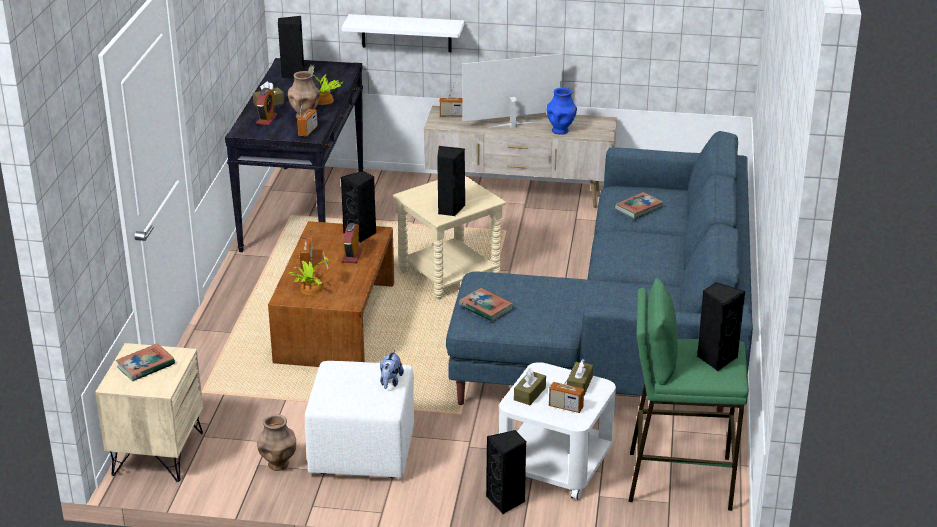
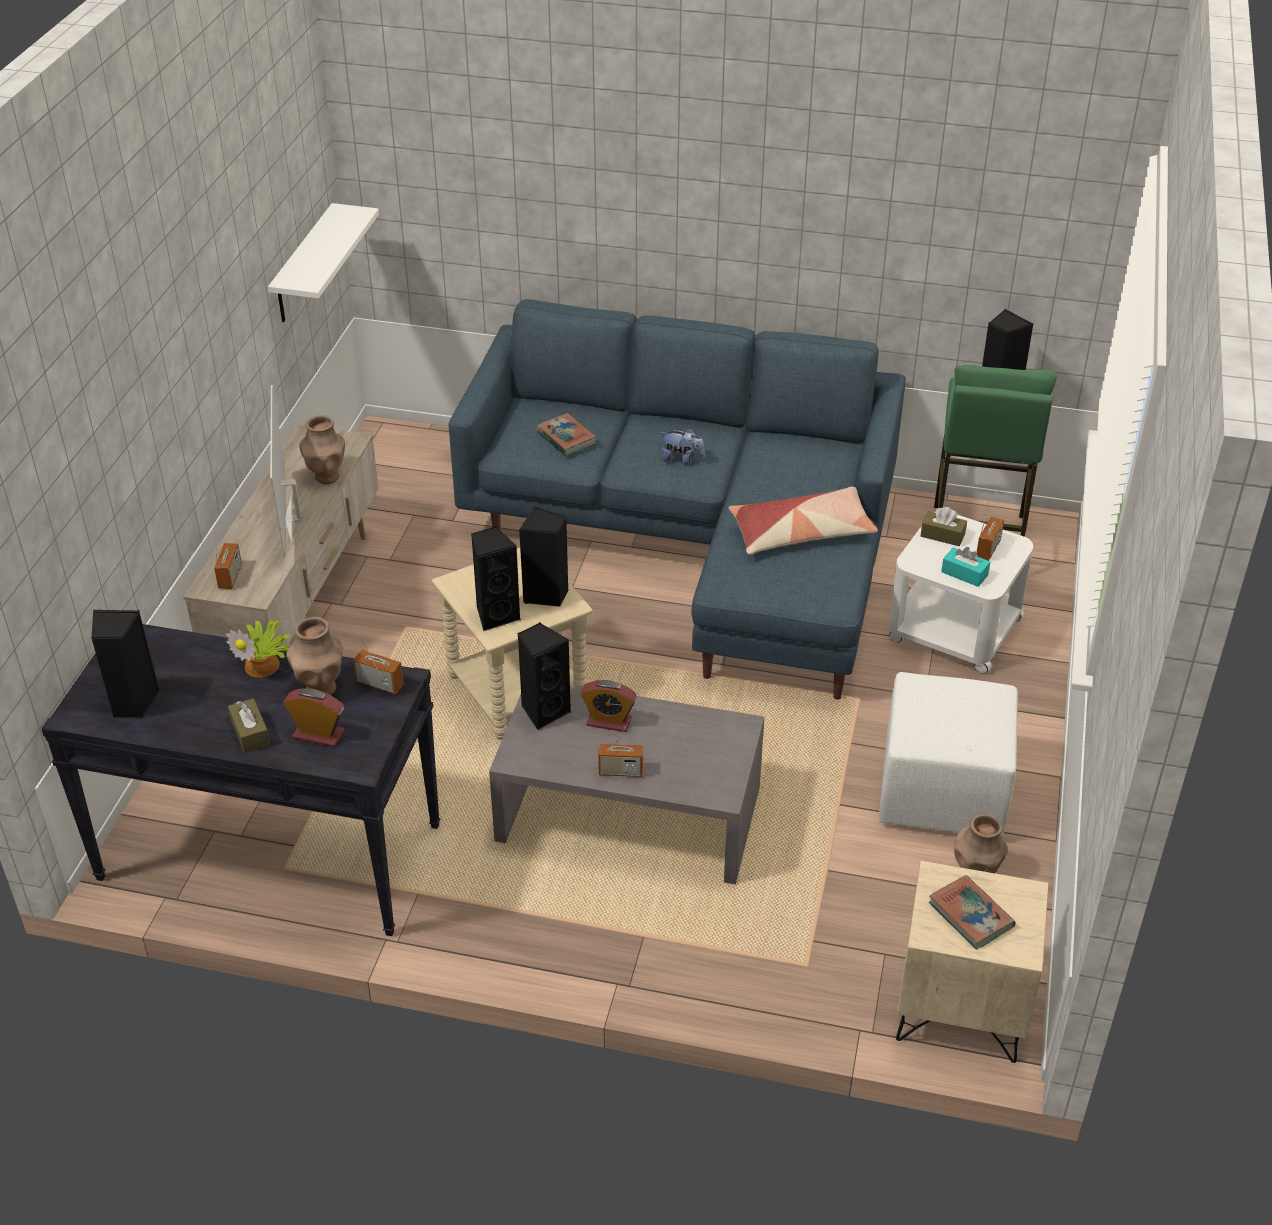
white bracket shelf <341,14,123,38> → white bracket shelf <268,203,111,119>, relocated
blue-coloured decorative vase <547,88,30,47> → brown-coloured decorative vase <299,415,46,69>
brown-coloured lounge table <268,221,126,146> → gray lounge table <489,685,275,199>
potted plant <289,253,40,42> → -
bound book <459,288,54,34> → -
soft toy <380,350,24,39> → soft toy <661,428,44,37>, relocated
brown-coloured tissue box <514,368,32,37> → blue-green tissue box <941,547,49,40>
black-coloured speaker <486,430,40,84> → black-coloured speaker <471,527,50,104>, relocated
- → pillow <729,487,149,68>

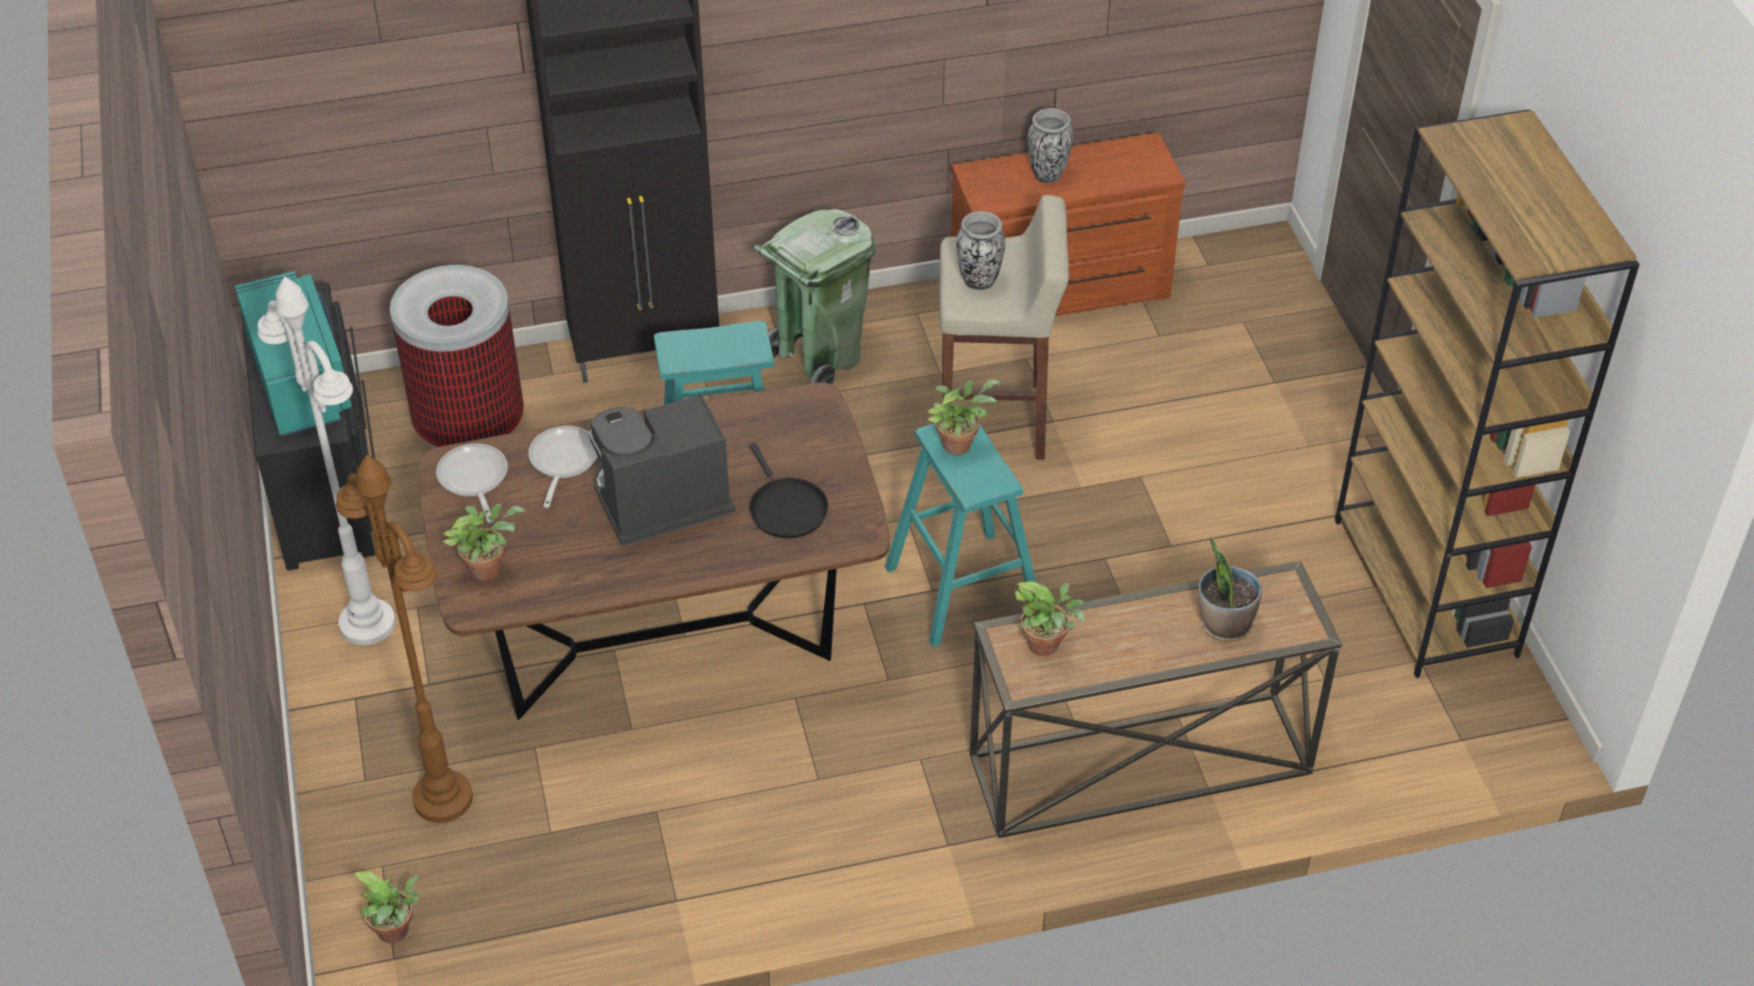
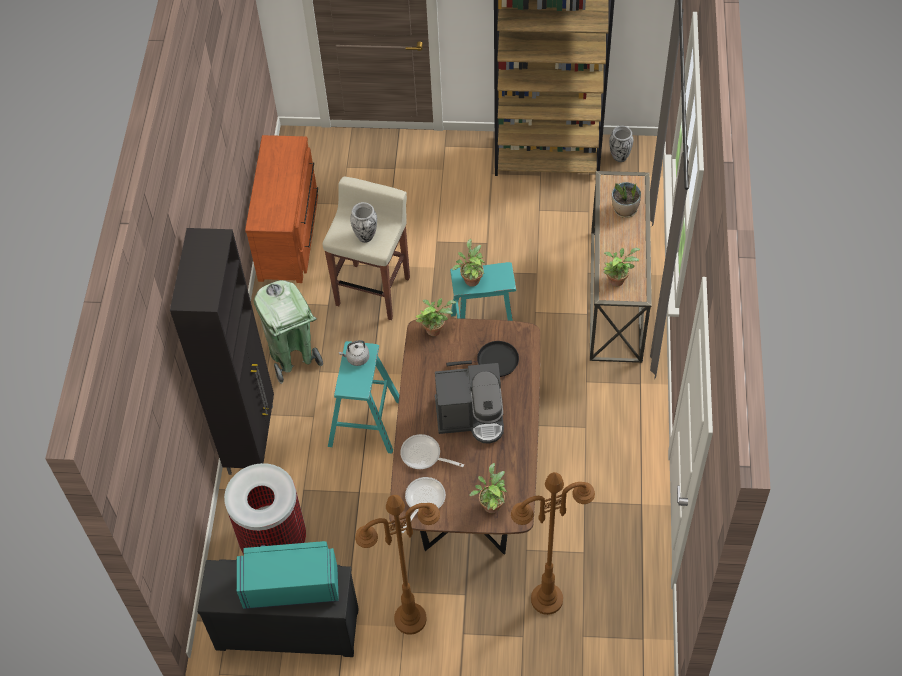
decorative vase <1028,108,45,75> → decorative vase <609,126,25,36>, relocated
white standard lamp <258,277,138,368> → brown-coloured standard lamp <355,495,85,140>
coffee maker <588,393,147,153> → coffee maker <435,363,69,81>, 90 degrees counterclockwise
skillet <436,443,72,81> → skillet <401,477,45,56>, 120 degrees clockwise
potted plant <354,871,66,72> → potted plant <416,298,41,38>, relocated
- → gray kettle <339,340,30,26>

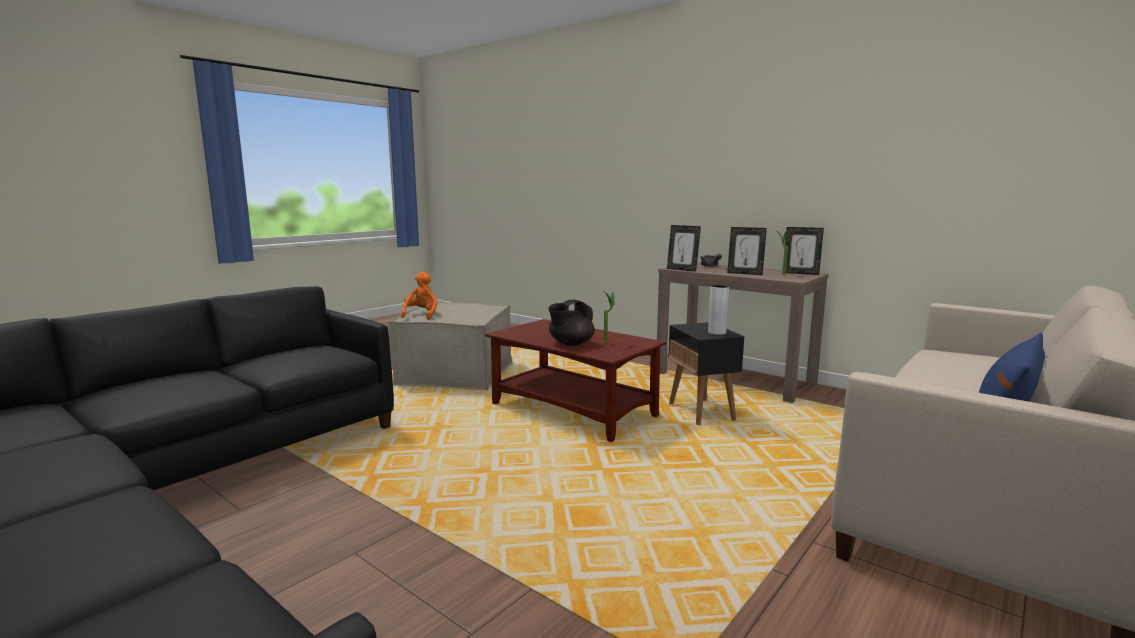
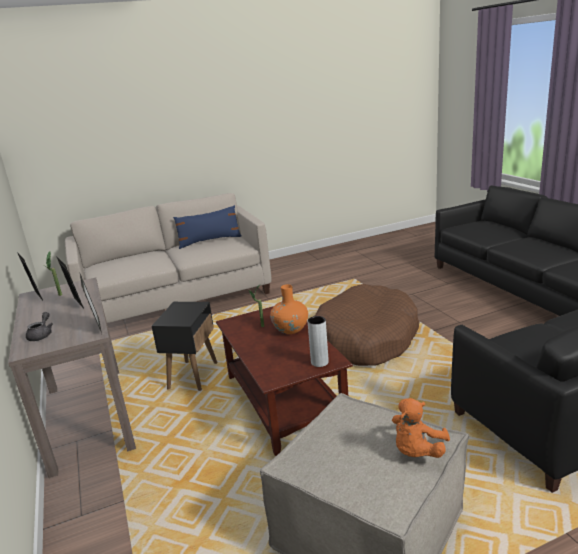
gray decorative vase <708,285,21,50> → gray decorative vase <307,316,22,51>, relocated
black-coloured teapot <548,299,47,47> → orange-coloured decorative vase <270,284,38,50>
- → brown-coloured dog cushion <315,284,104,82>

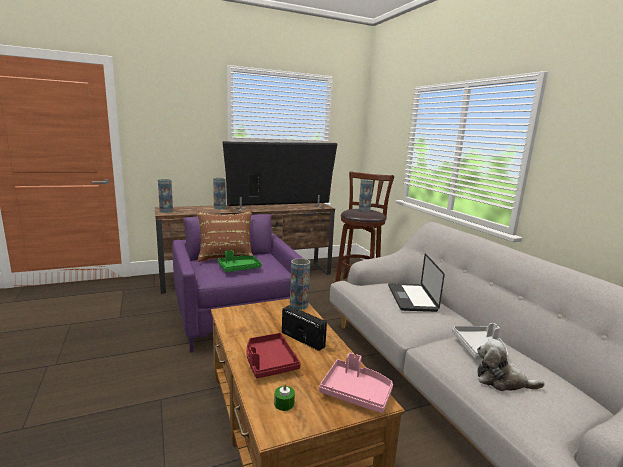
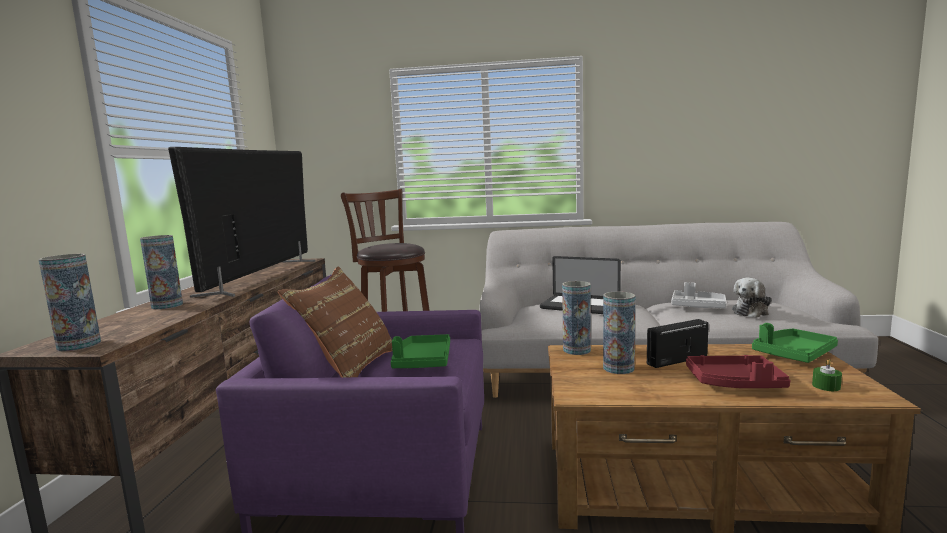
decorative vase <359,179,14,32> → decorative vase <603,291,32,83>, relocated
pinkish serving tray <319,353,74,60> → greenish serving tray <752,323,86,40>

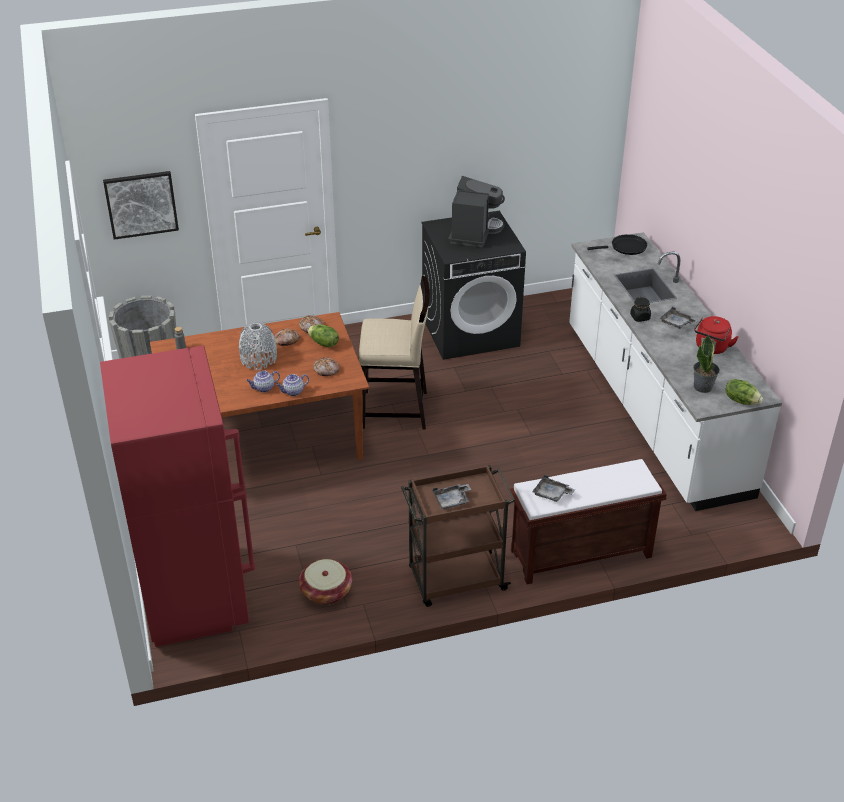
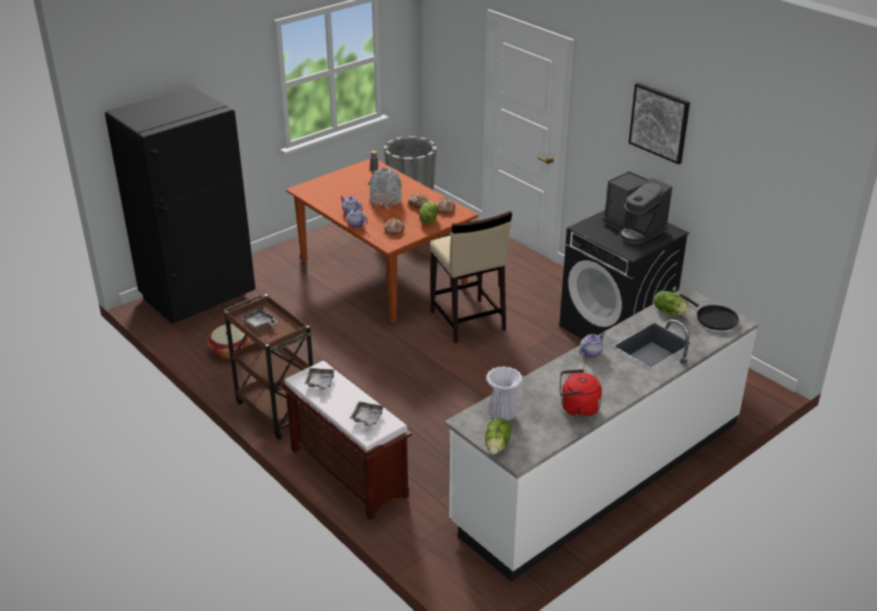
wall picture <103,171,76,69> → wall picture <629,83,61,82>, relocated
coffee maker <448,176,57,71> → coffee maker <602,171,70,73>, 60 degrees clockwise
black-coloured jar <630,297,21,25> → teapot <579,332,26,26>
gray serving tray <659,307,39,22> → gray serving tray <350,401,34,27>, relocated
potted plant <693,335,27,58> → white decorative vase <486,366,37,55>
red-coloured fridge <100,346,155,301> → black-coloured fridge <105,87,150,236>
- → lettuce head <654,290,35,25>

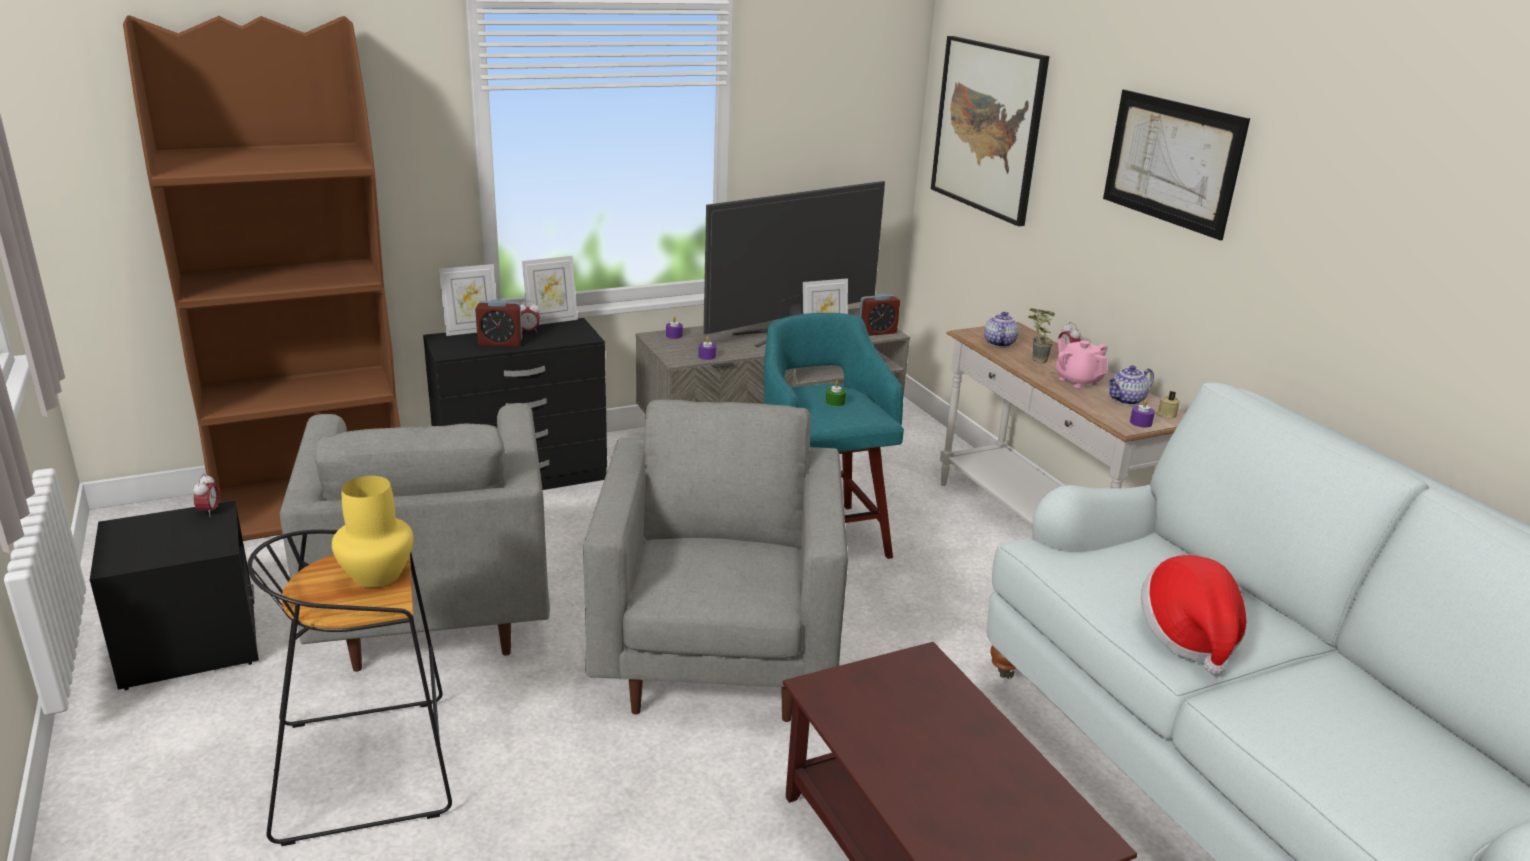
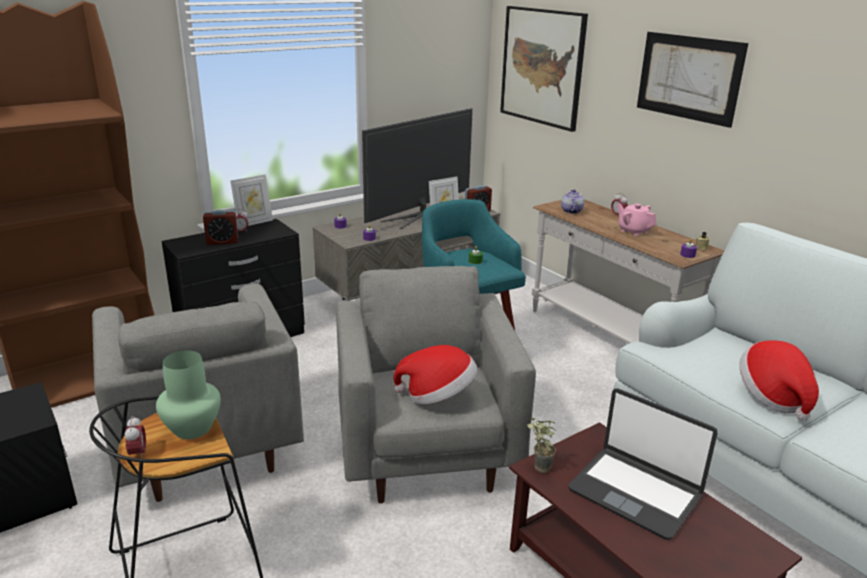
picture frame <439,264,58,72> → -
potted plant <1028,308,27,55> → potted plant <526,418,30,55>, relocated
teapot <1107,365,47,40> → -
alarm clock <193,473,26,44> → alarm clock <125,416,21,42>, relocated
yellow-coloured decorative vase <332,476,81,112> → greenish decorative vase <156,350,65,89>
- → wearable hat <393,345,84,59>
- → portable computer <568,388,149,152>

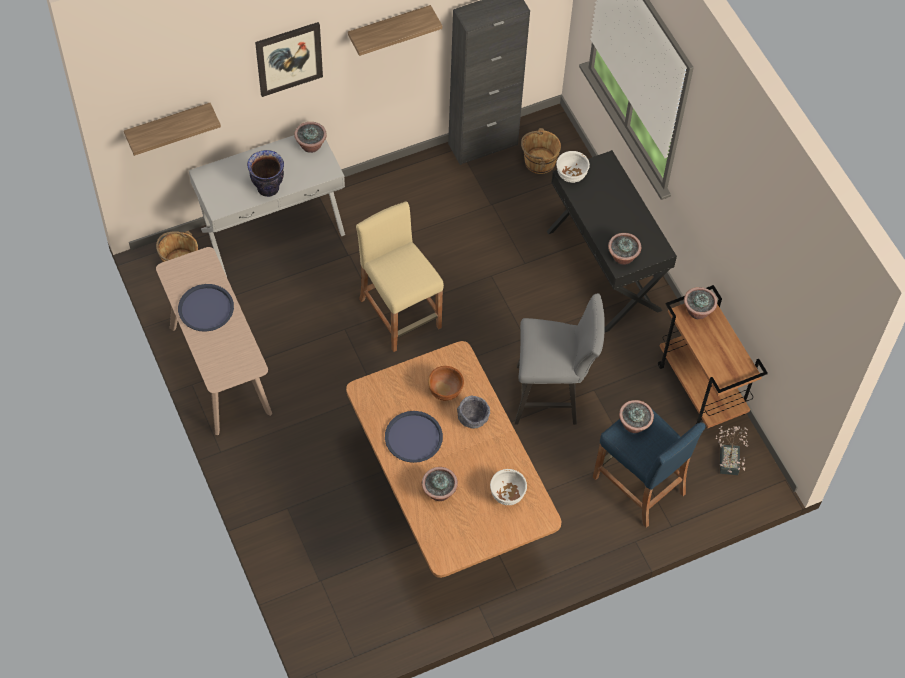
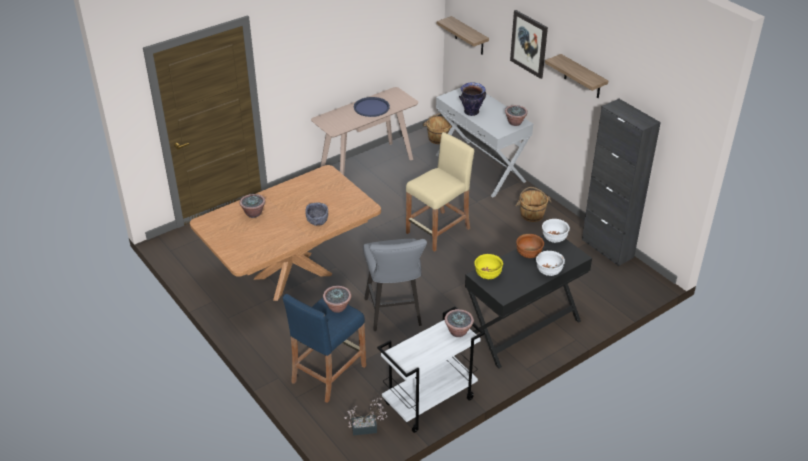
brown-coloured pail <521,128,40,46> → brown-coloured pail <515,187,36,35>, relocated
potted plant <608,233,33,32> → yellow-coloured bowl <474,254,29,25>
brown-coloured cart <658,285,110,143> → white cart <377,306,108,127>
brown-coloured bowl <428,366,36,35> → brown-coloured bowl <516,234,28,24>, relocated
blue-coloured serving tray <385,411,58,52> → -
white bowl <490,469,37,36> → white bowl <536,251,29,25>, relocated

